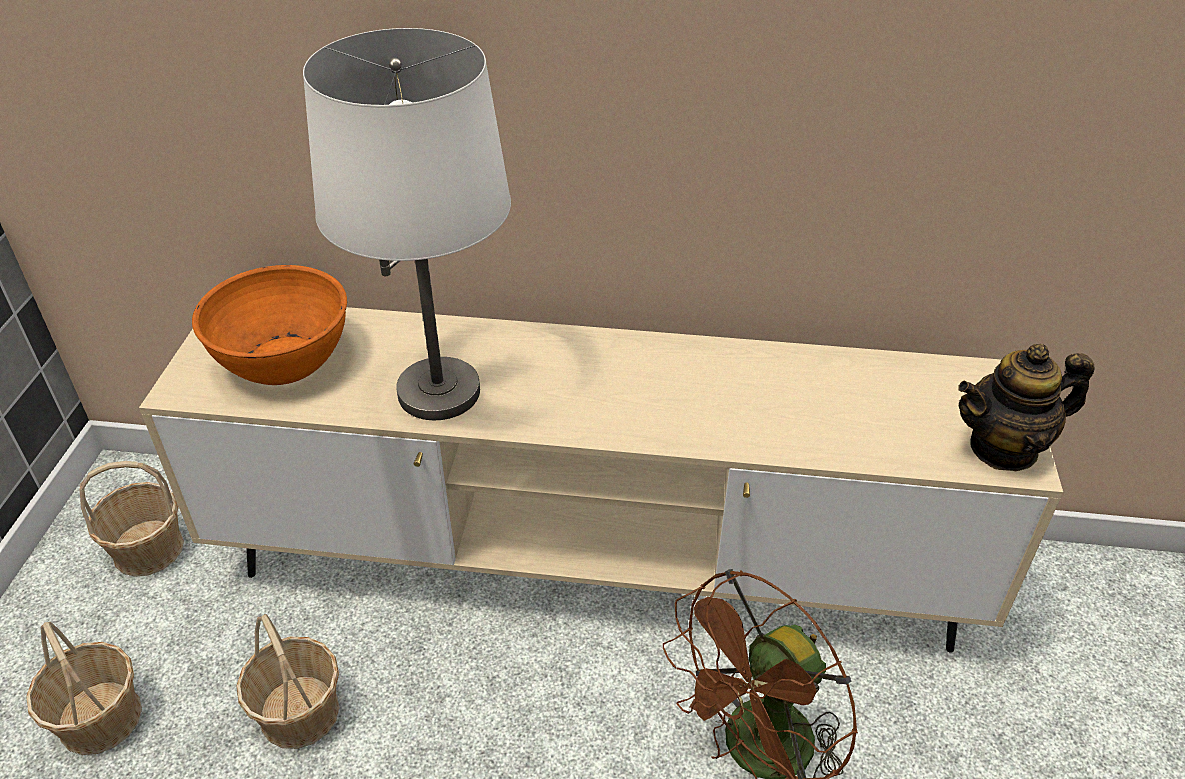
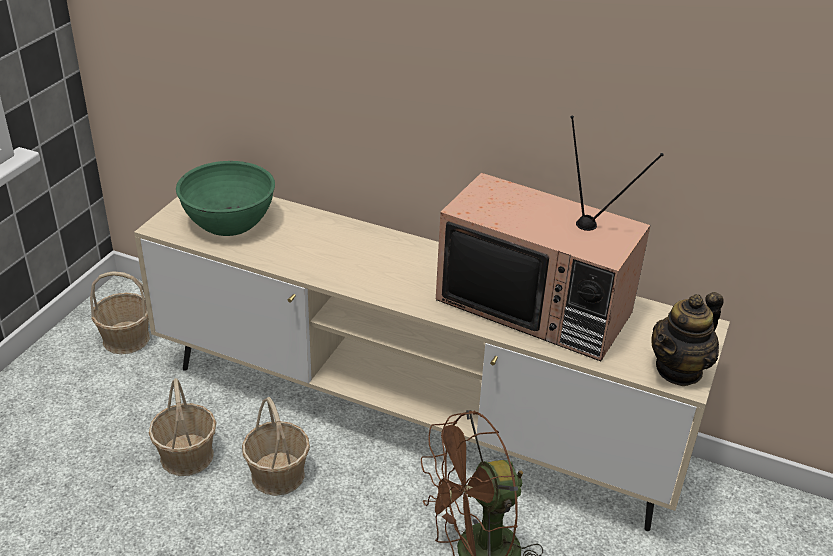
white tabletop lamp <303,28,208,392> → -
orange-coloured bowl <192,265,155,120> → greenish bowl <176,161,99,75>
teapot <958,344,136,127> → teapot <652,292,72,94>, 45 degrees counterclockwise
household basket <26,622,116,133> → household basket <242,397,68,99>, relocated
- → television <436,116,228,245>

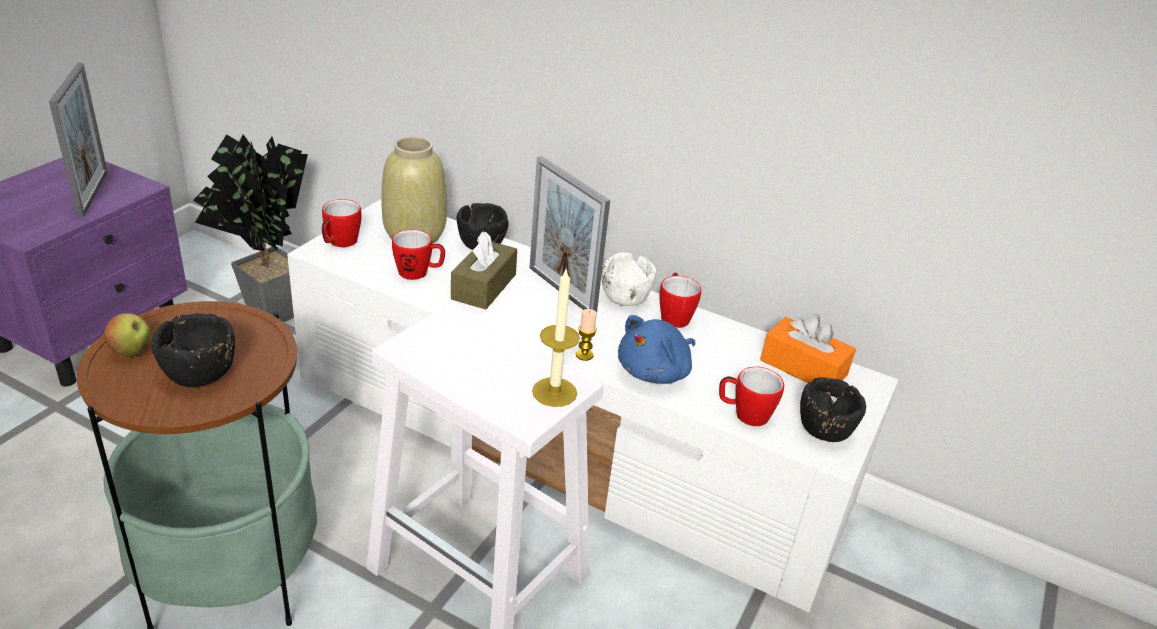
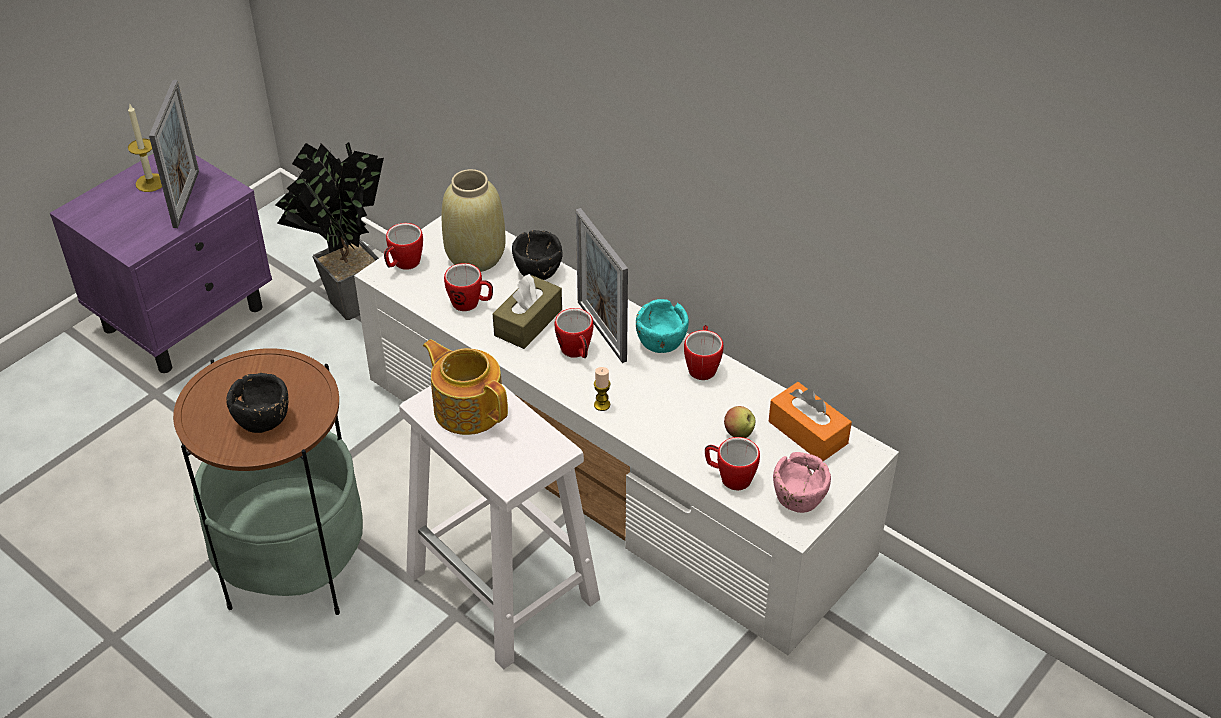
white bowl <602,252,54,54> → blue-green bowl <636,299,53,54>
wax light <532,270,48,137> → wax light <128,103,34,89>, relocated
apple <104,313,46,44> → apple <724,406,31,32>, relocated
blue-coloured soft toy <618,315,77,69> → -
black-coloured bowl <800,377,66,65> → pinkish bowl <773,452,58,61>
- → mug <555,308,38,50>
- → teapot <423,339,85,96>

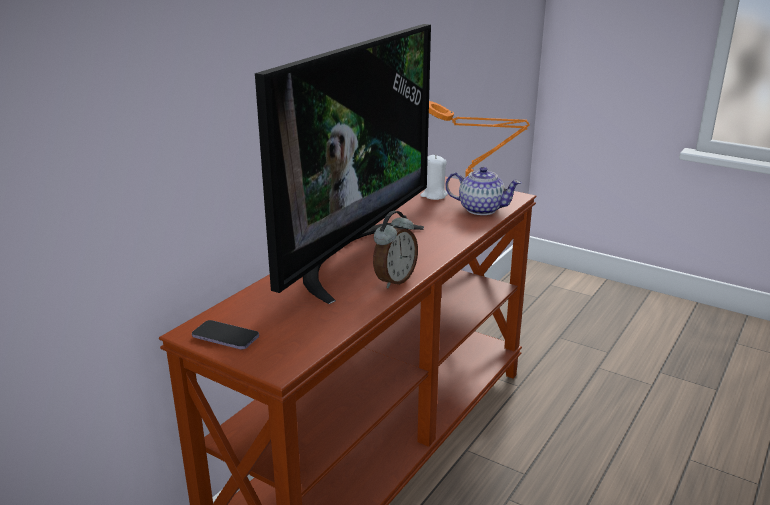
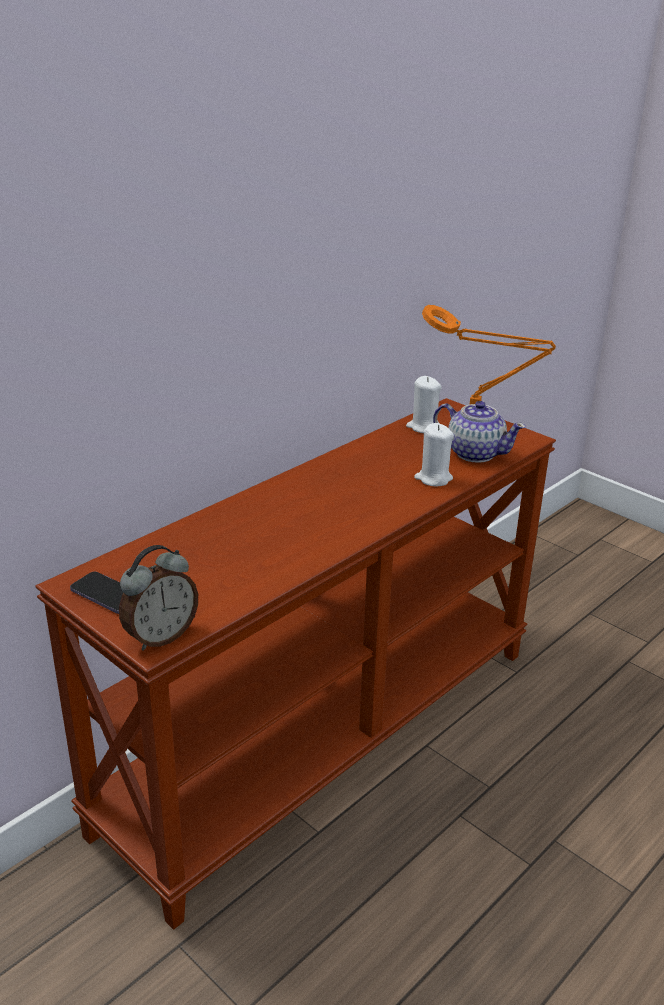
television <255,24,176,280> → -
alarm clock <373,211,45,77> → alarm clock <119,545,79,106>, relocated
- → white wax light <414,423,40,64>

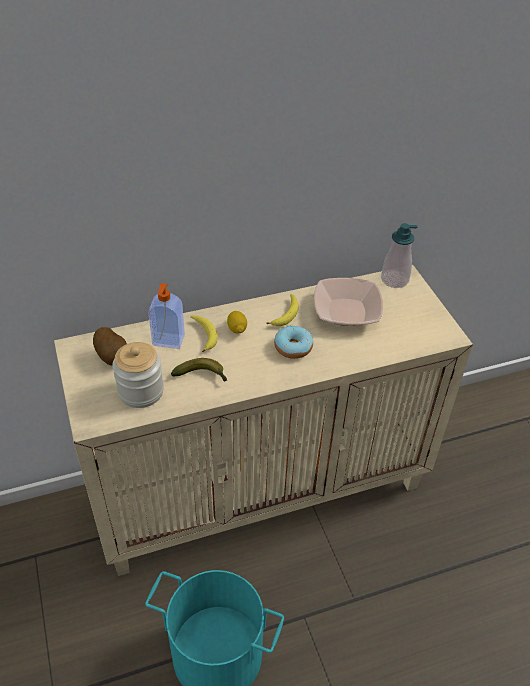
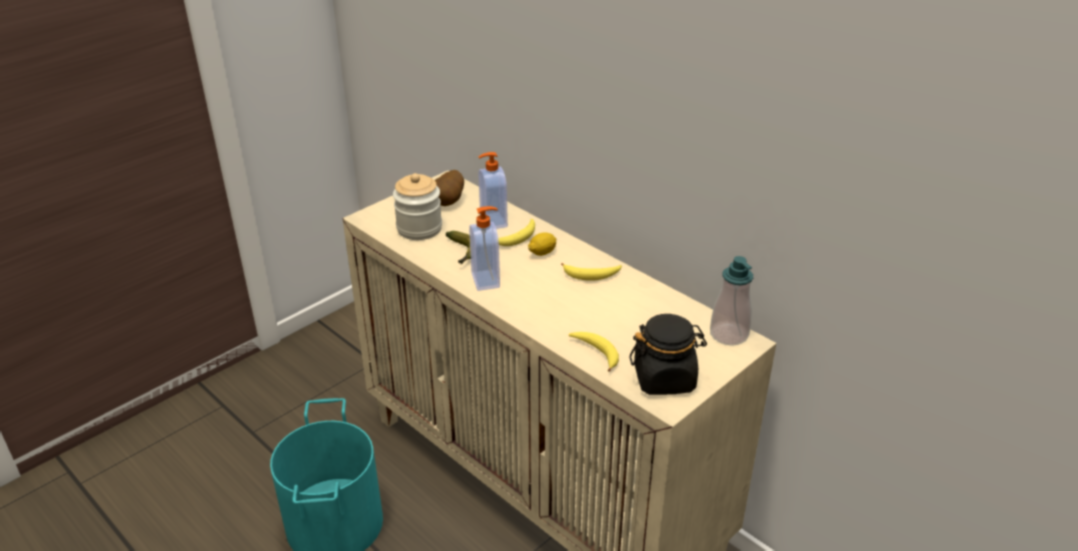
bowl <314,278,69,48> → -
doughnut <274,326,39,33> → -
- → soap dispenser <469,206,31,85>
- → black-coloured jar <629,314,78,81>
- → banana <569,332,50,40>

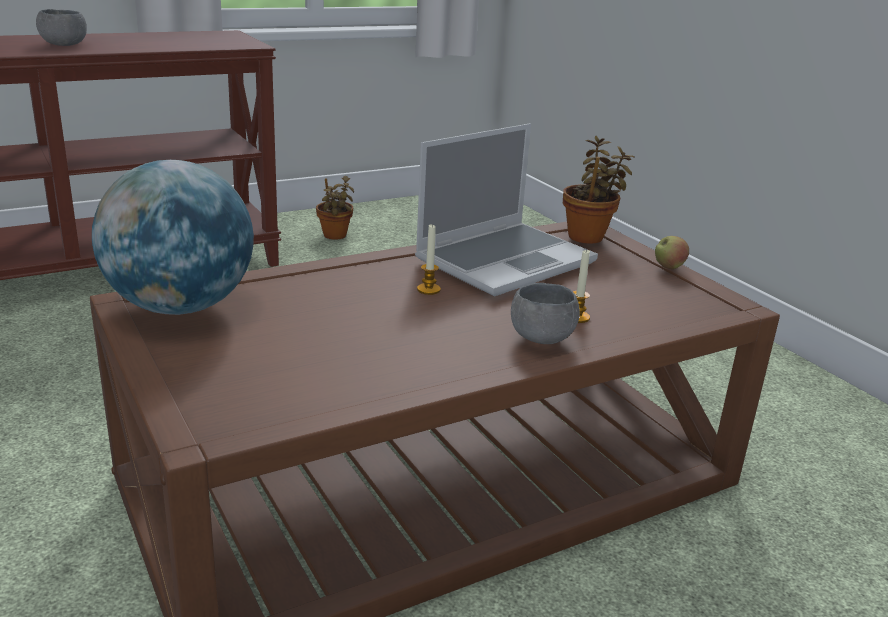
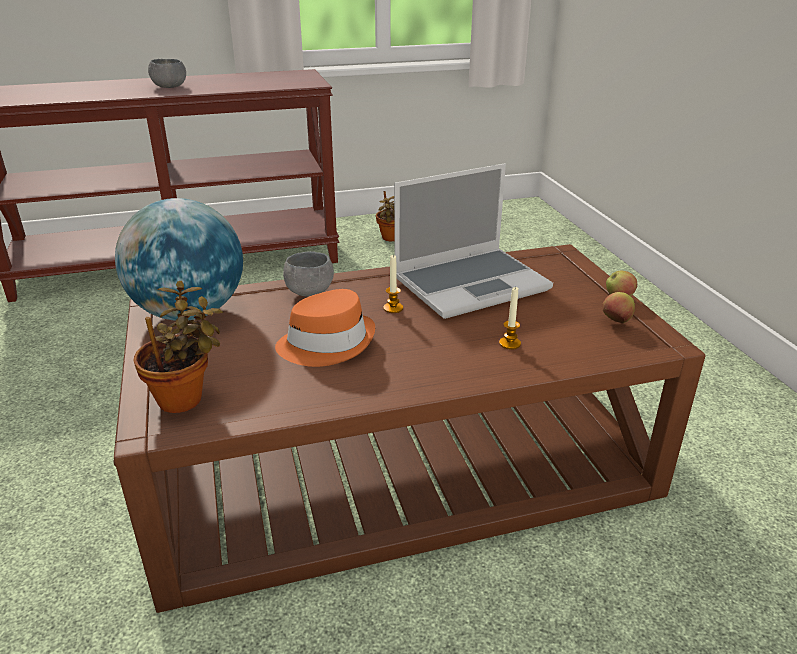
potted plant <563,136,72,108> → potted plant <134,281,89,132>, relocated
gray bowl <511,283,69,61> → gray bowl <283,251,51,45>, relocated
- → orange-coloured wearable hat <275,289,100,78>
- → apple <602,292,33,31>

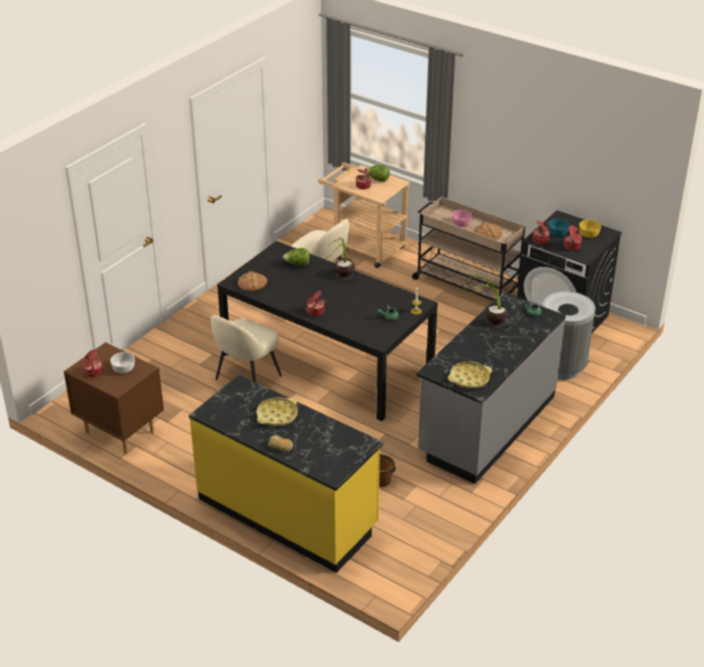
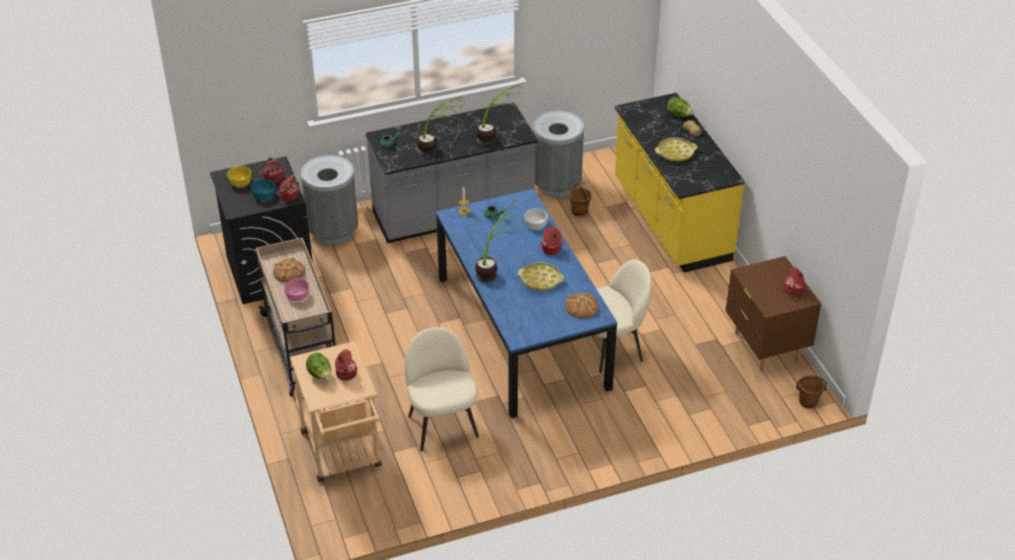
black-coloured dinner table <217,241,221,180> → blue-coloured dinner table <436,189,181,229>
lettuce head <283,248,27,18> → lettuce head <667,97,27,20>, relocated
white bowl <110,352,25,21> → white bowl <524,208,24,22>, relocated
yellow-coloured serving tray <448,362,44,26> → yellow-coloured serving tray <518,262,46,29>, relocated
- → potted plant <476,82,48,63>
- → gray rubbish bin <533,111,51,86>
- → brown-coloured pail <796,375,31,34>

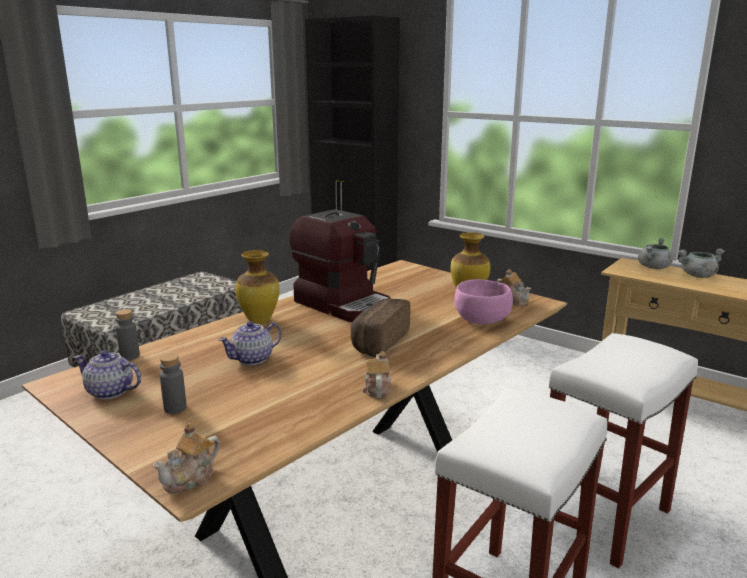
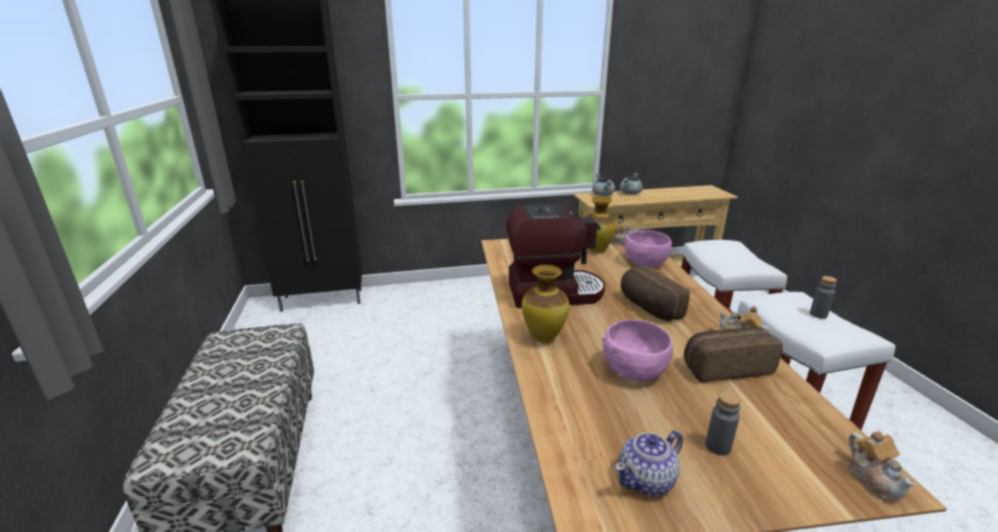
gray beverage bottle <116,309,24,51> → gray beverage bottle <810,276,27,43>, relocated
teapot <218,321,64,44> → pinkish bowl <602,320,71,61>
- → bakery bread <684,328,99,55>

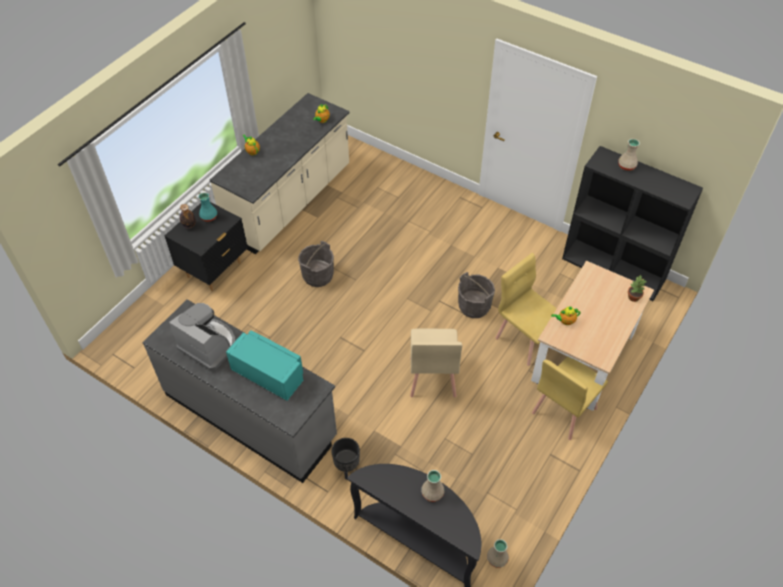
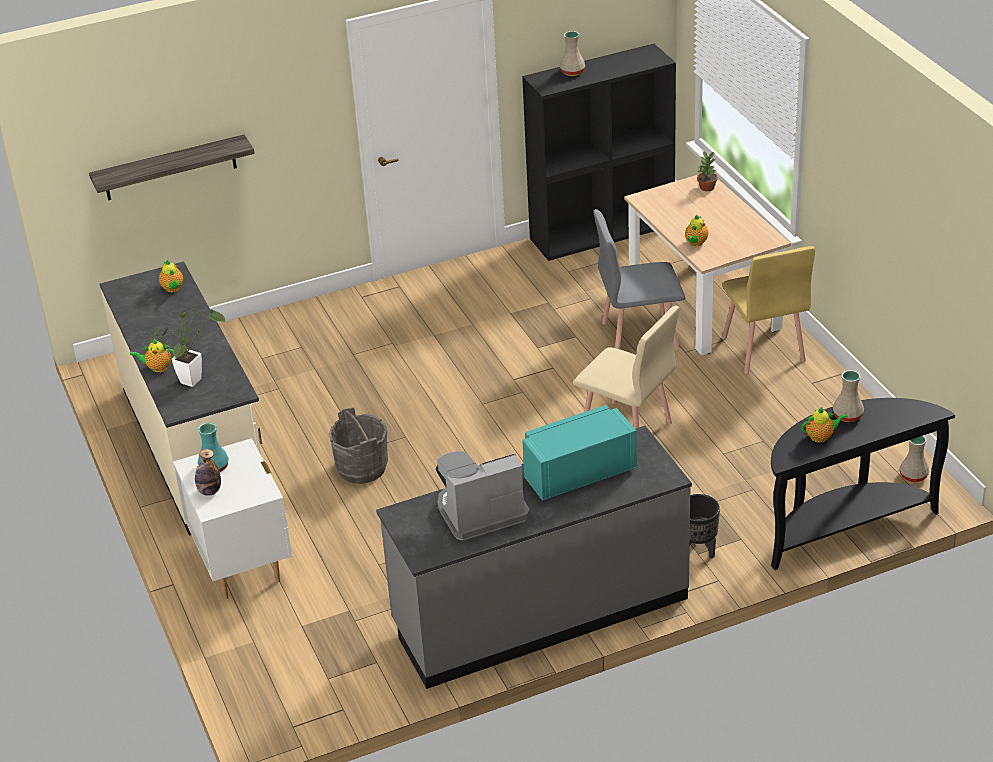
black-coloured nightstand <165,202,83,89> → white nightstand <173,438,119,161>
yellow-coloured chair <495,253,62,113> → gray chair <593,209,92,141>
gray pail <458,272,37,46> → -
- → bracket shelf <89,135,166,65>
- → potted plant <150,307,75,80>
- → teapot <802,407,45,36>

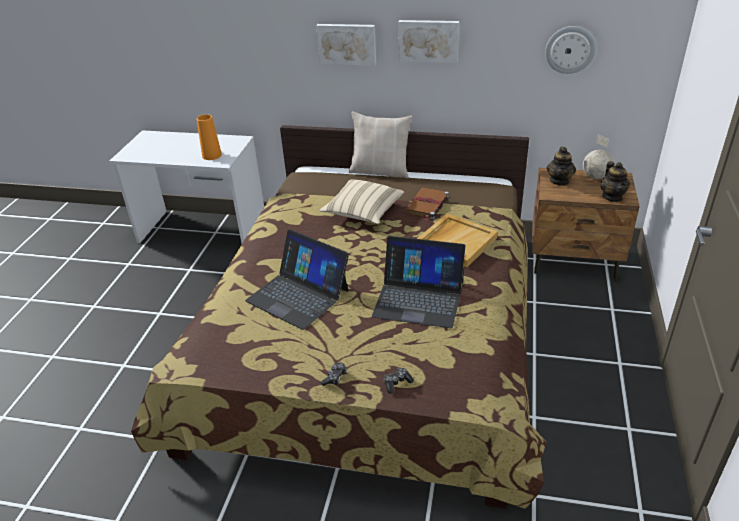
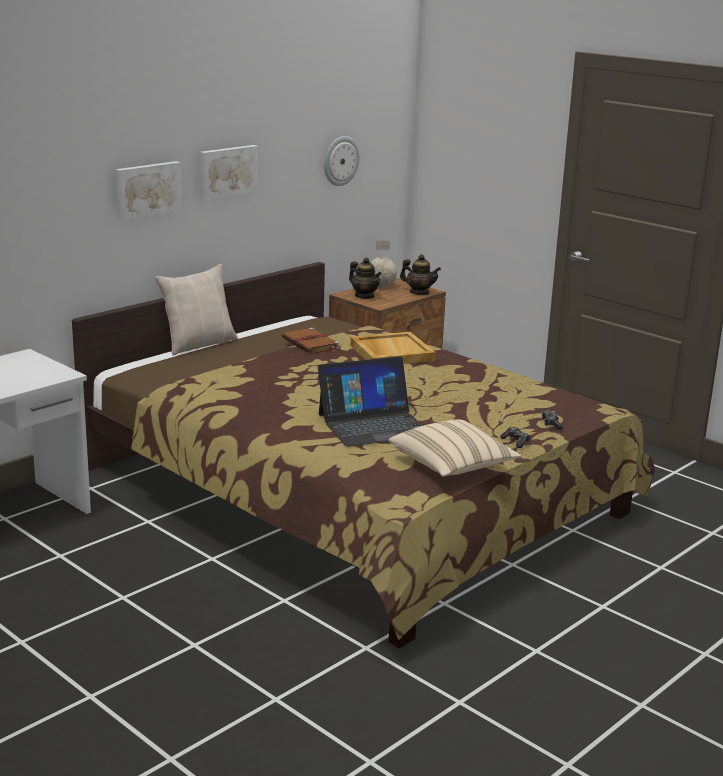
orange-coloured decorative vase <197,114,25,46> → -
beige-coloured pillow <320,179,84,45> → beige-coloured pillow <389,420,132,57>, relocated
portable computer <372,236,94,92> → -

